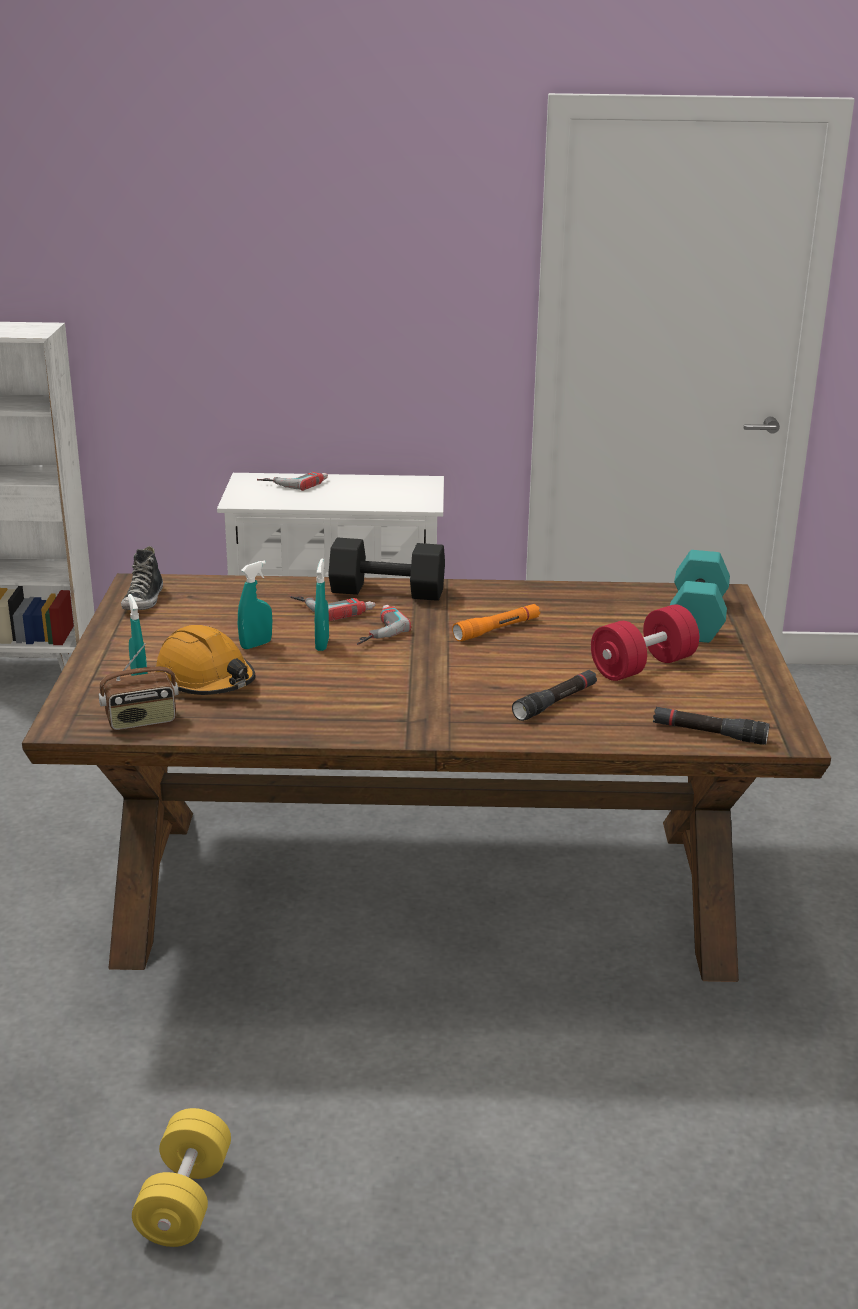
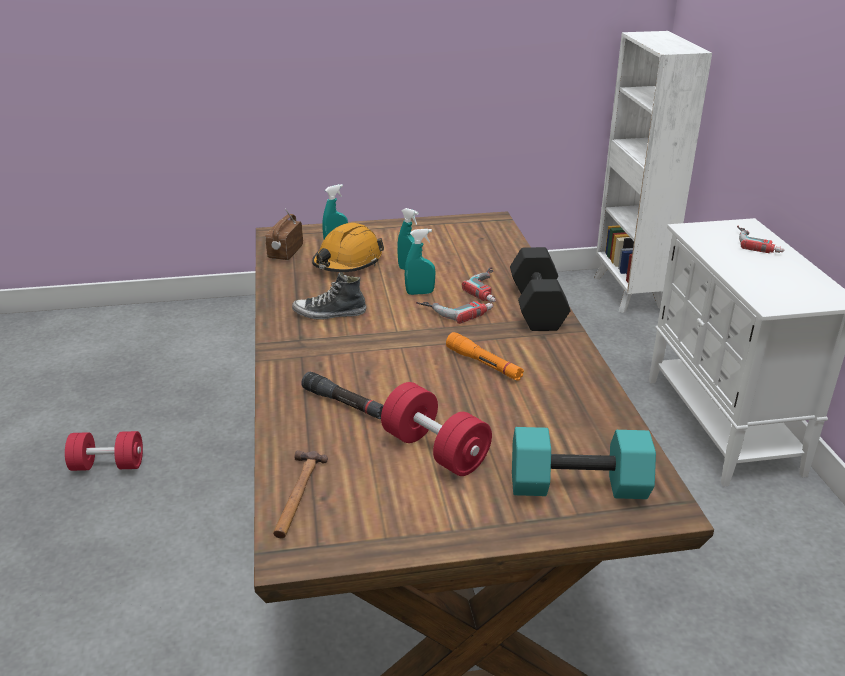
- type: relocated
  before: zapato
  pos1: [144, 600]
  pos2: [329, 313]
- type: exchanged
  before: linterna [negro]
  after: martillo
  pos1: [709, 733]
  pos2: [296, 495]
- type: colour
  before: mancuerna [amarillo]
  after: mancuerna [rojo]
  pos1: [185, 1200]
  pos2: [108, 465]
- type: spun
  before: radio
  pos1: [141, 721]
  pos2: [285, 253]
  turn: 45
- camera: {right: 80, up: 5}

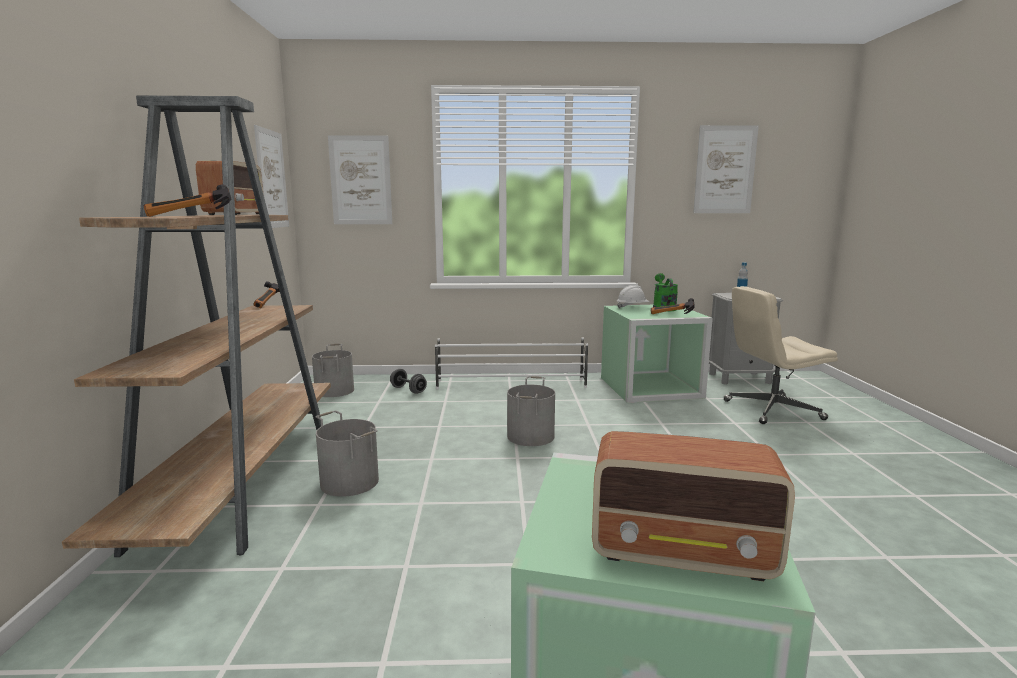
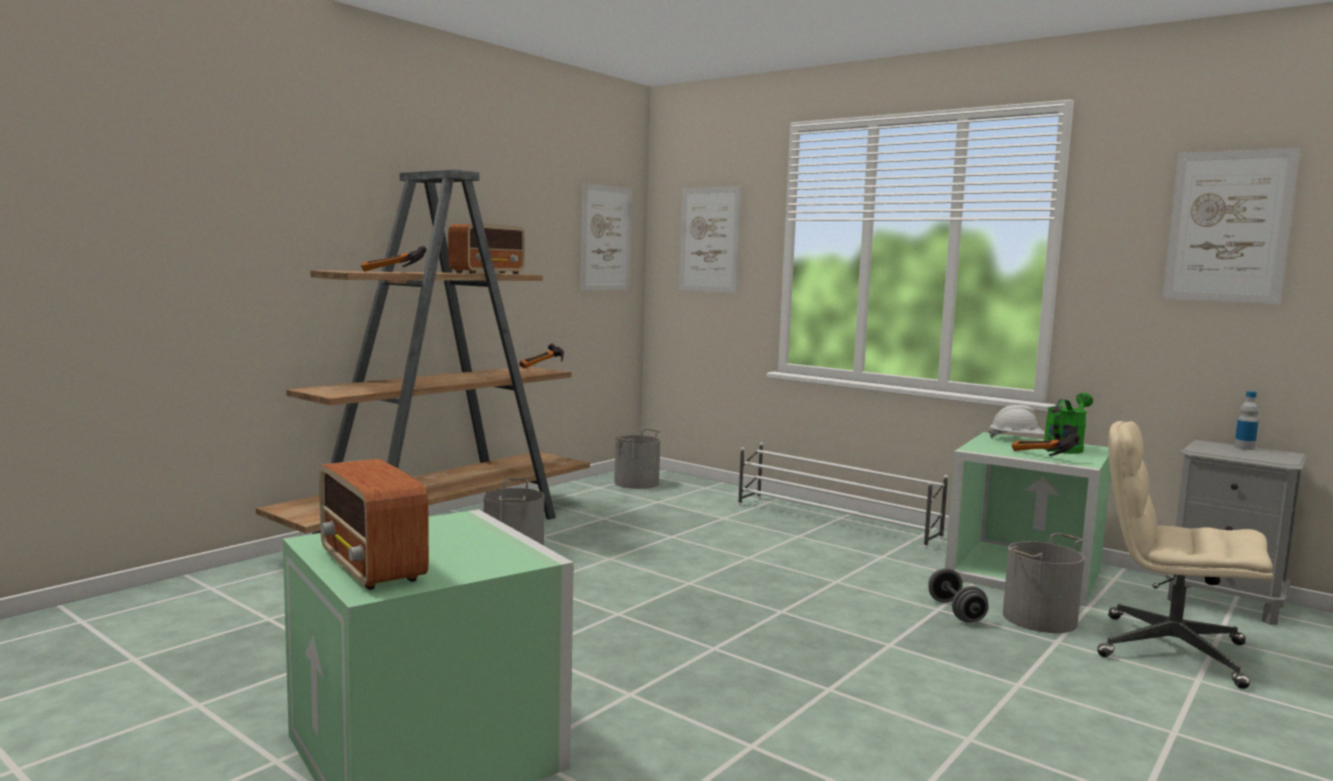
- type: relocated
  before: mancuerna [gris]
  pos1: [408, 390]
  pos2: [956, 611]
- type: relocated
  before: cubo [gris]
  pos1: [531, 436]
  pos2: [1040, 619]
- camera: {right: 40, up: -5}

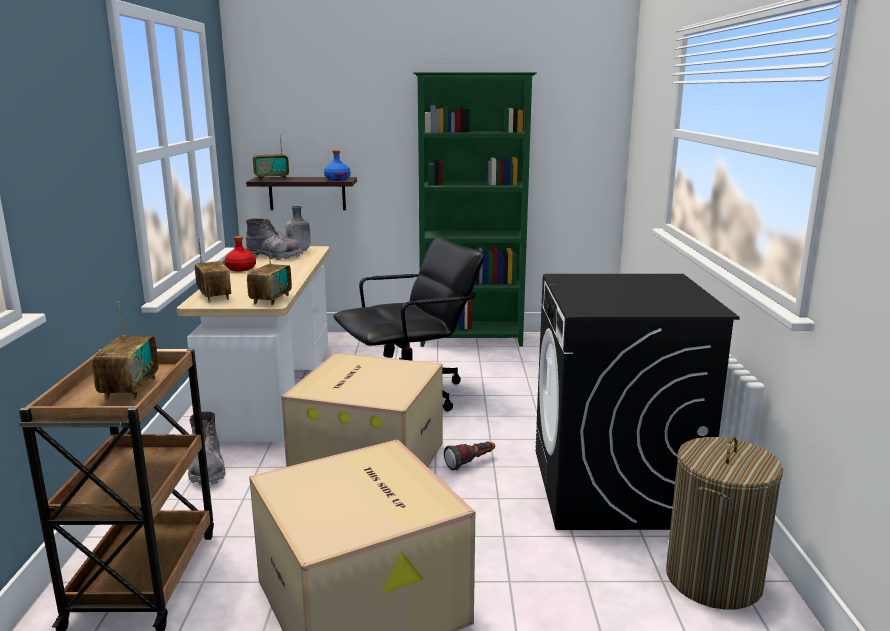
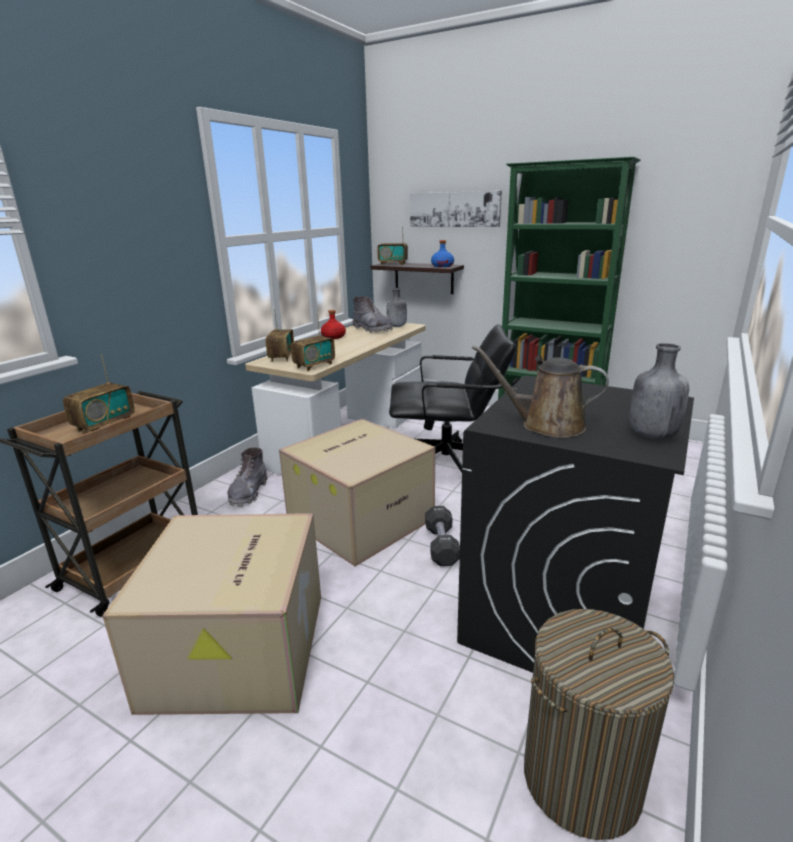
- type: appeared
  after: cuadro
  pos2: [454, 209]
- type: appeared
  after: regadera [marrón]
  pos2: [546, 425]
- type: appeared
  after: botella [gris]
  pos2: [651, 435]
- type: exchanged
  before: linterna
  after: mancuerna [negro]
  pos1: [471, 463]
  pos2: [441, 545]
- camera: {right: 30, up: 5}

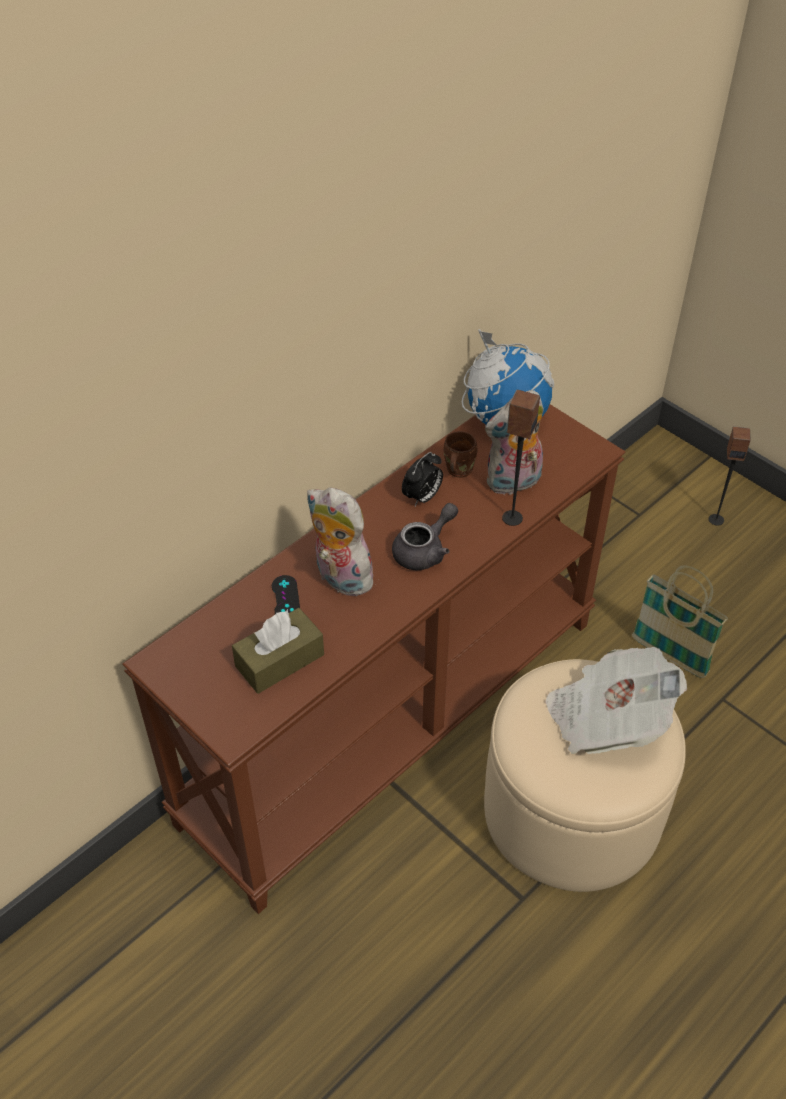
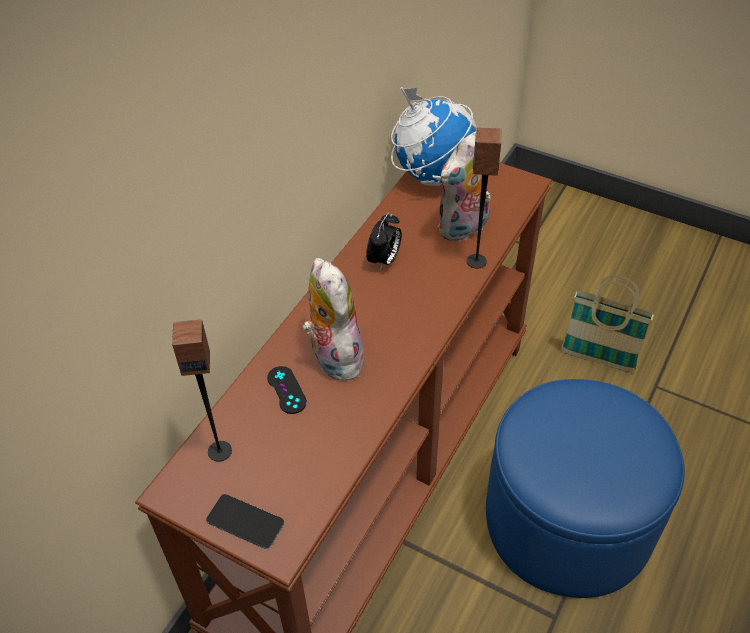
- type: missing
  before: caja de pañuelos [marrón]
  pos1: [279, 660]
- type: missing
  before: tetera [gris]
  pos1: [424, 551]
- type: missing
  before: taza grande [marrón]
  pos1: [457, 470]
- type: missing
  before: periódico
  pos1: [607, 718]
- type: appeared
  after: móvil
  pos2: [245, 521]
- type: relocated
  before: altavoz
  pos1: [716, 519]
  pos2: [220, 450]
- type: colour
  before: puf [beis]
  after: puf [azul]
  pos1: [572, 810]
  pos2: [568, 520]
- type: spun
  before: peluche
  pos1: [339, 577]
  pos2: [333, 356]
  turn: 45
- camera: {right: -15, up: 0}

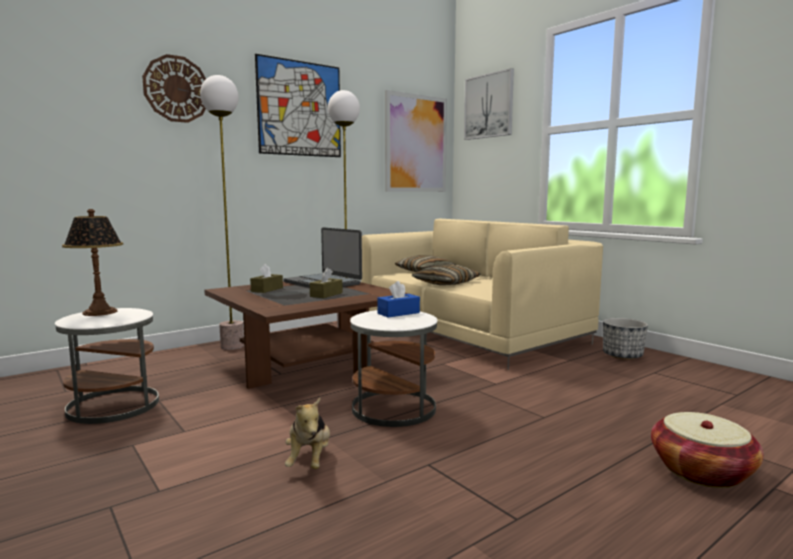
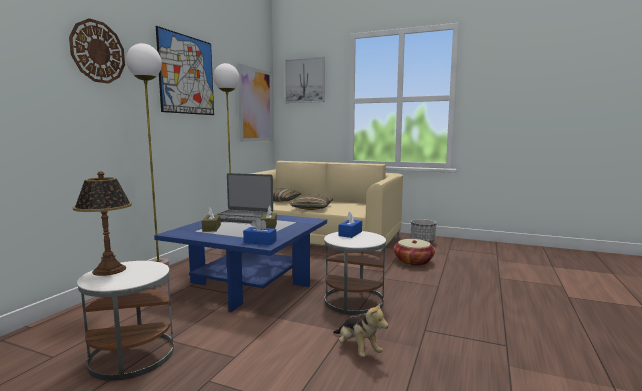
- type: appeared
  after: caja de pañuelos [azul]
  pos2: [260, 242]
- type: relocated
  before: cesta
  pos1: [701, 471]
  pos2: [413, 262]
- type: colour
  before: mesa de centro [marrón]
  after: mesa de centro [azul]
  pos1: [308, 365]
  pos2: [249, 284]
- camera: {right: -30, up: 0}

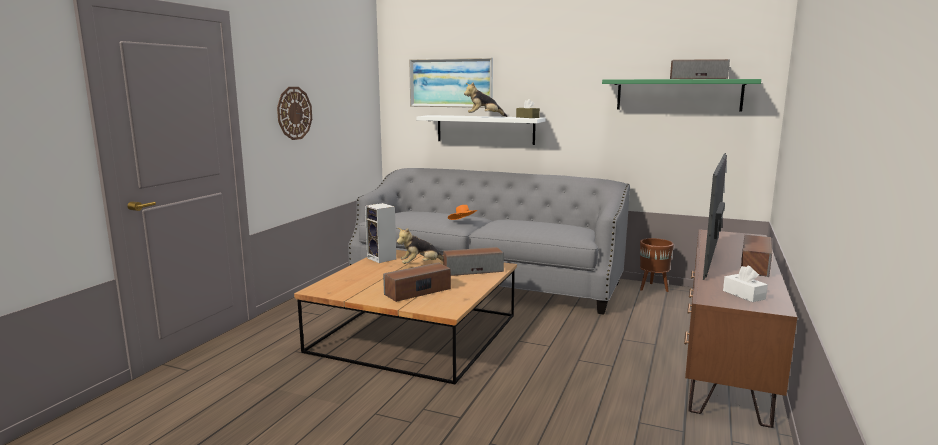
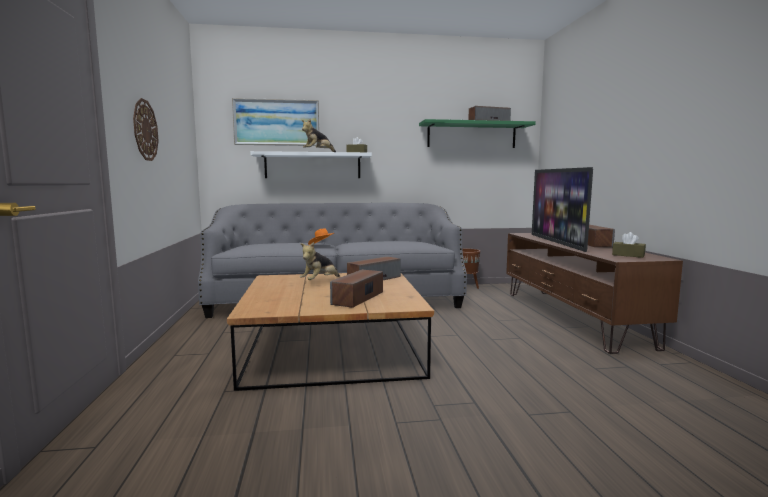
- type: missing
  before: altavoz
  pos1: [382, 258]
- type: colour
  before: caja de pañuelos [blanco]
  after: caja de pañuelos [marrón]
  pos1: [744, 295]
  pos2: [628, 255]
- camera: {right: -30, up: -5}

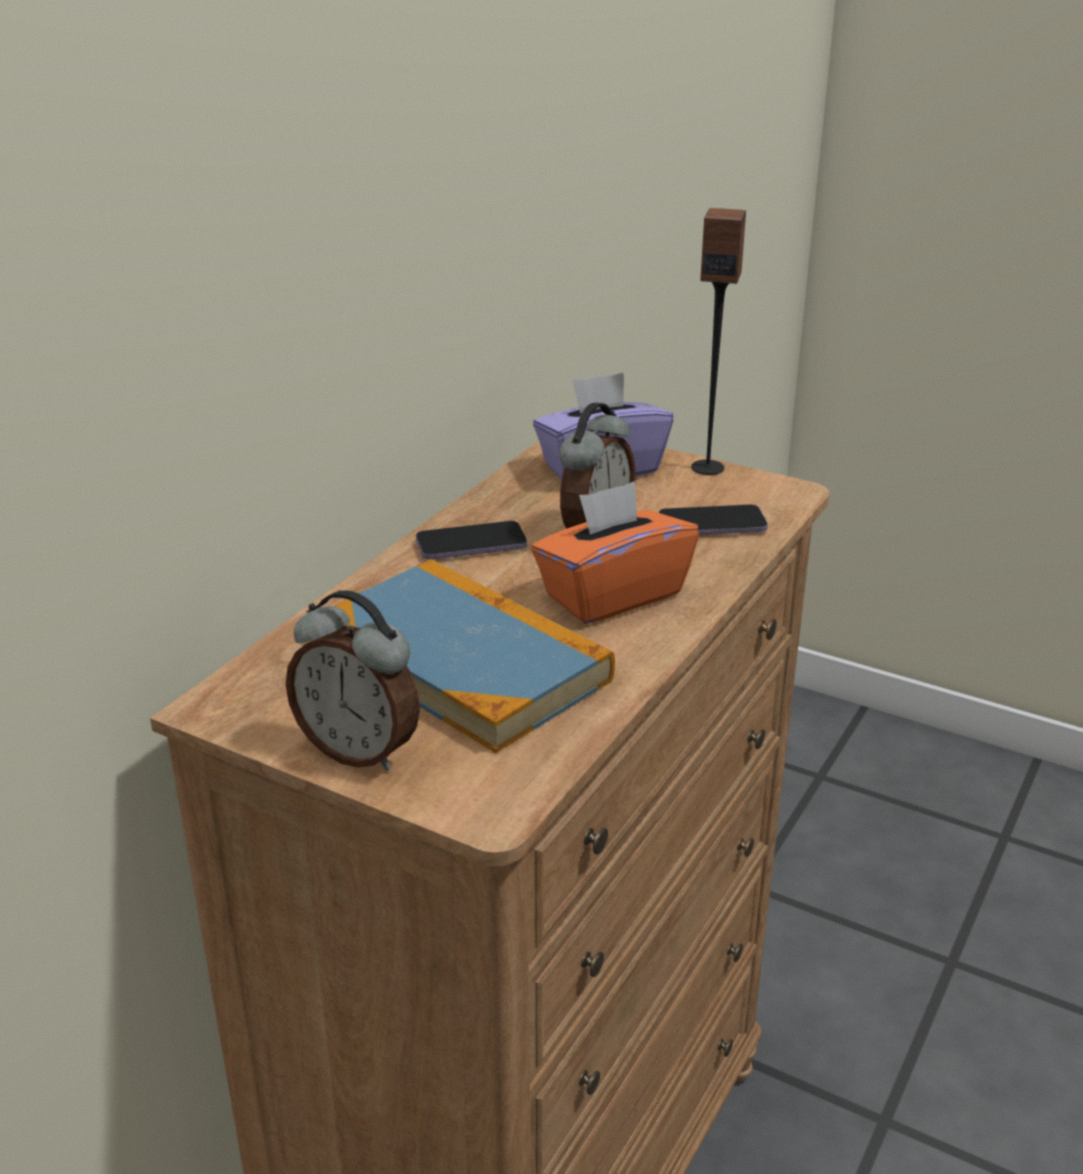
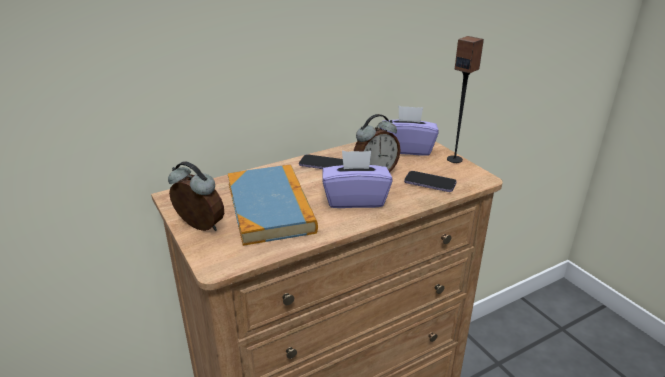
- type: colour
  before: caja de pañuelos [naranja]
  after: caja de pañuelos [morado]
  pos1: [612, 595]
  pos2: [355, 199]
- type: spun
  before: despertador
  pos1: [359, 750]
  pos2: [199, 228]
  turn: 150
- camera: {right: 30, up: 0}

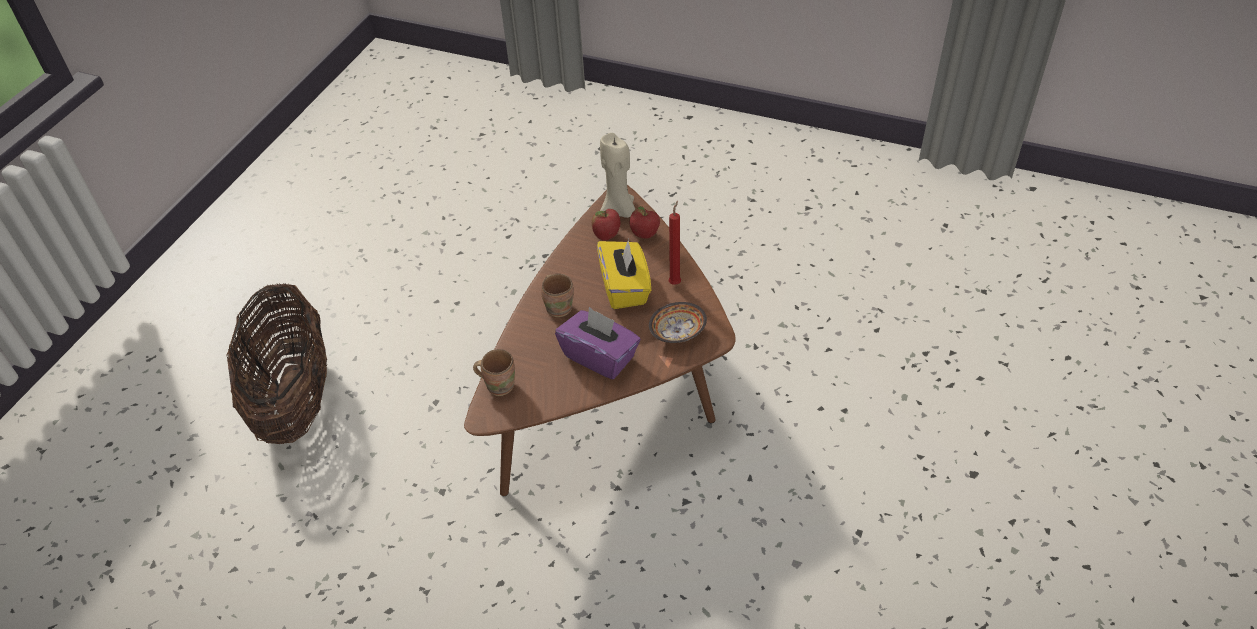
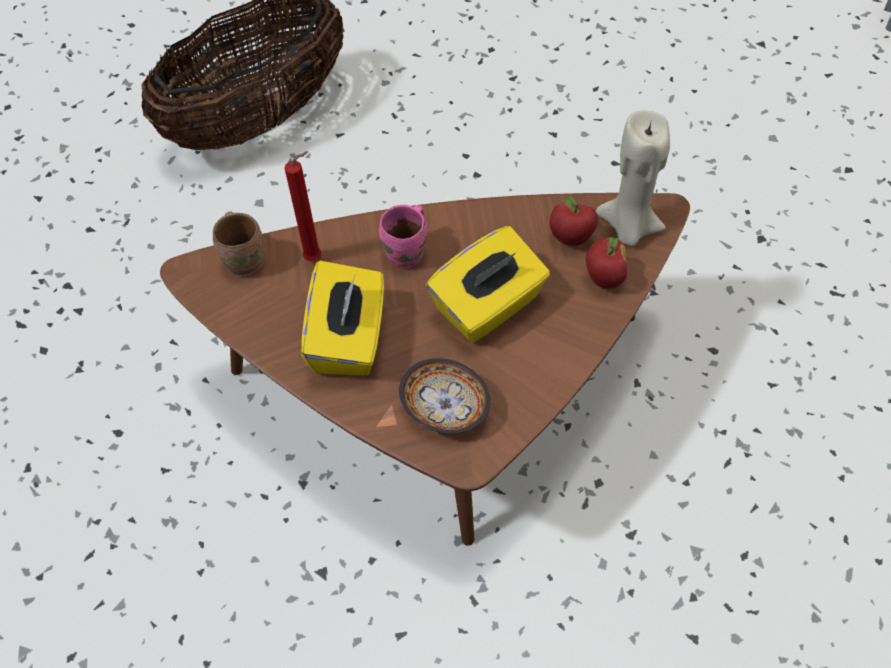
- type: relocated
  before: vela [rojo]
  pos1: [675, 282]
  pos2: [316, 258]
- type: colour
  before: taza grande [marrón]
  after: taza grande [rosa]
  pos1: [559, 307]
  pos2: [408, 253]
- type: colour
  before: caja de pañuelos [morado]
  after: caja de pañuelos [amarillo]
  pos1: [600, 357]
  pos2: [349, 339]
- camera: {right: 60, up: 10}

